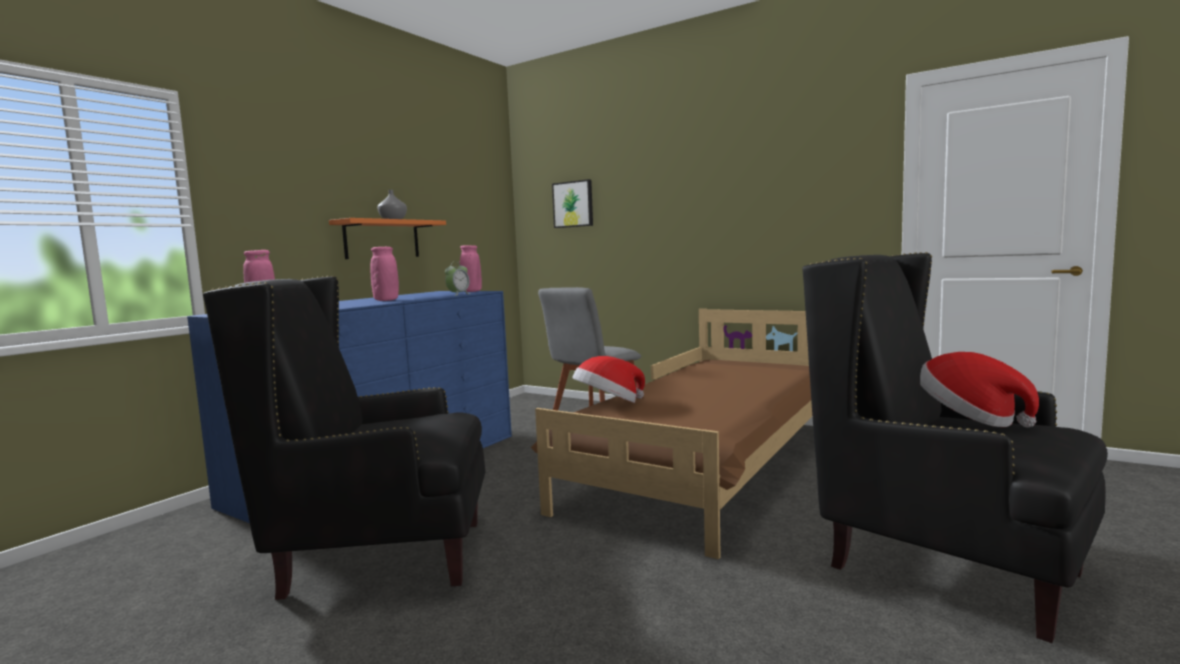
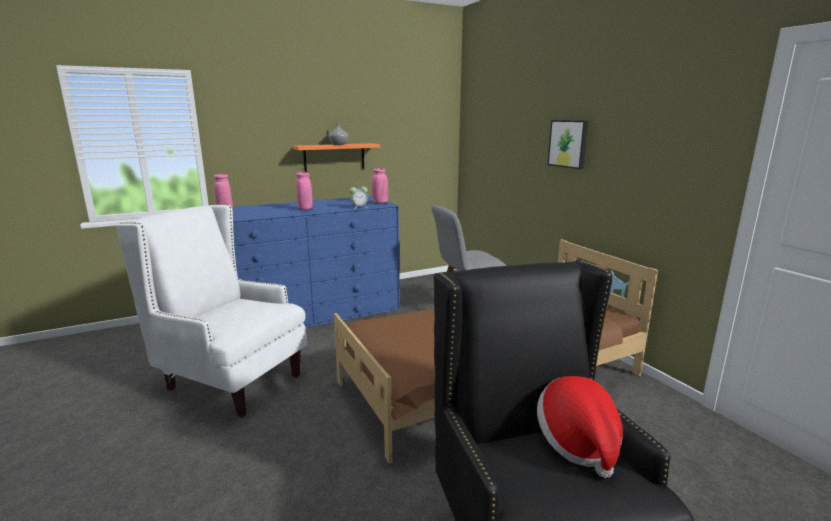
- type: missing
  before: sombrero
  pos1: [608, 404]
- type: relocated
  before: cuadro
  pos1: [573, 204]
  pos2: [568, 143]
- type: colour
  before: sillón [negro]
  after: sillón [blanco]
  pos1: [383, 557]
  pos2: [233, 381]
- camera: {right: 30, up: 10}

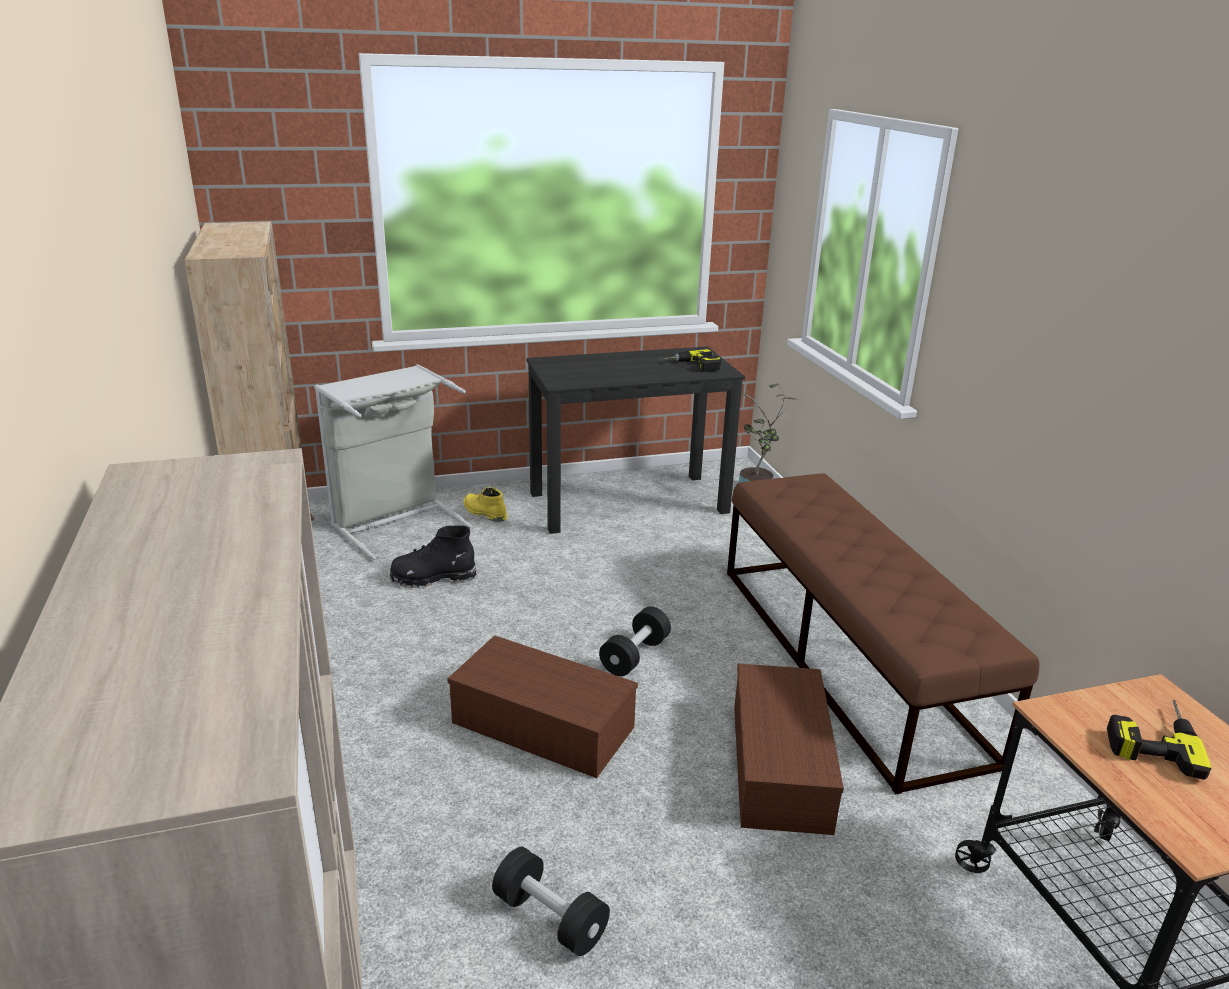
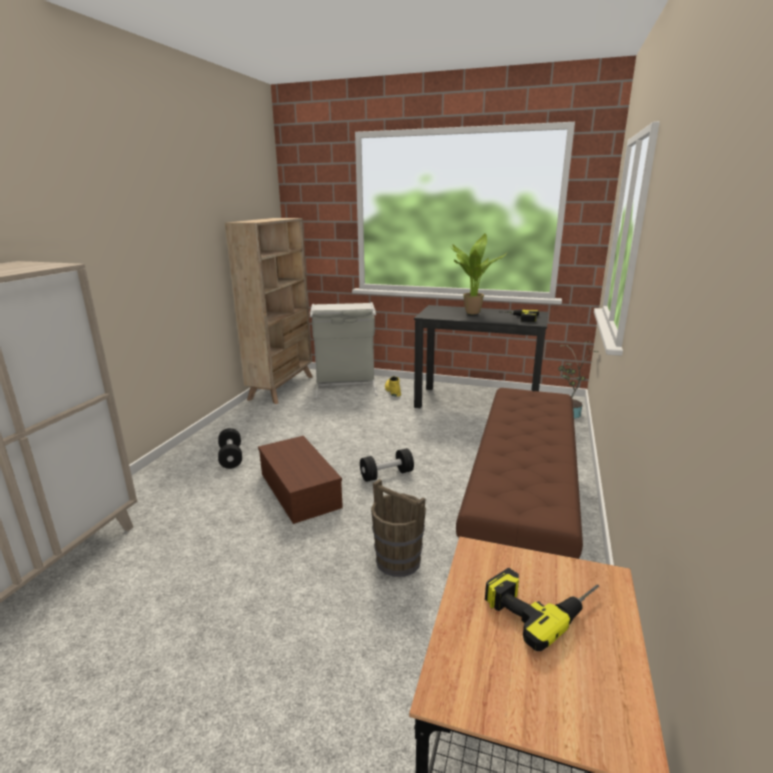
- type: missing
  before: bota [negro]
  pos1: [433, 577]
- type: appeared
  after: planta en maceta
  pos2: [470, 312]
- type: relocated
  before: mancuerna [negro]
  pos1: [550, 918]
  pos2: [231, 457]
- type: exchanged
  before: caja de almacenaje [marrón]
  after: cubo [marrón]
  pos1: [782, 768]
  pos2: [398, 561]
- camera: {right: 35, up: -5}

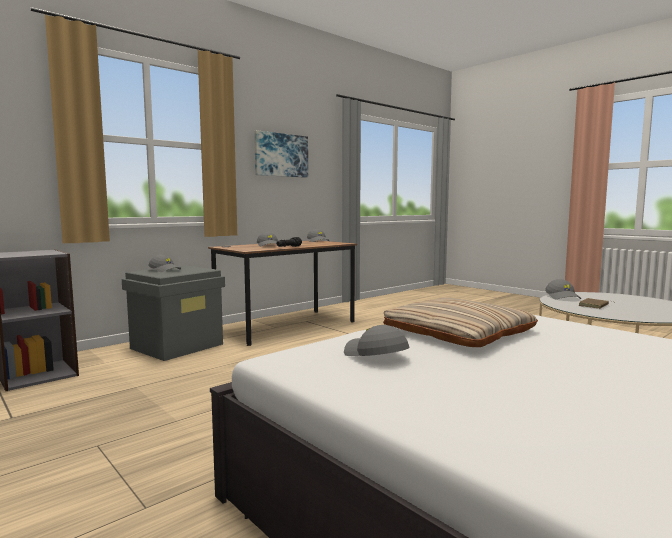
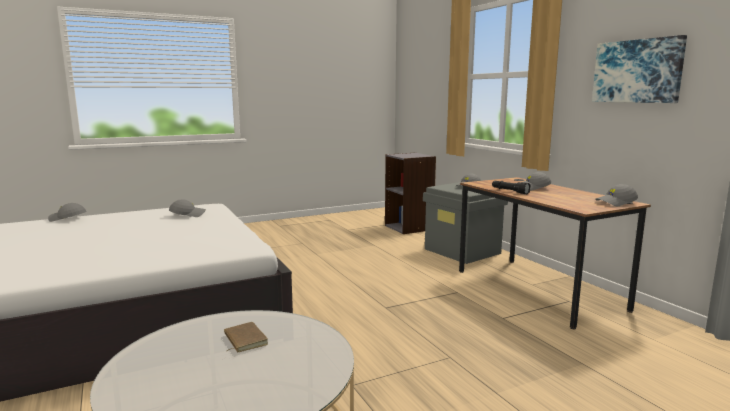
- type: missing
  before: cojín [beis]
  pos1: [458, 331]
- type: relocated
  before: gorra [gris]
  pos1: [563, 297]
  pos2: [67, 219]
- camera: {right: 105, up: 5}

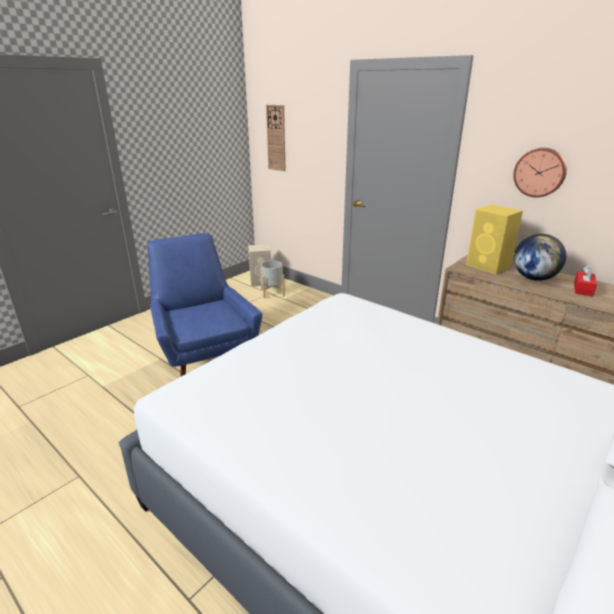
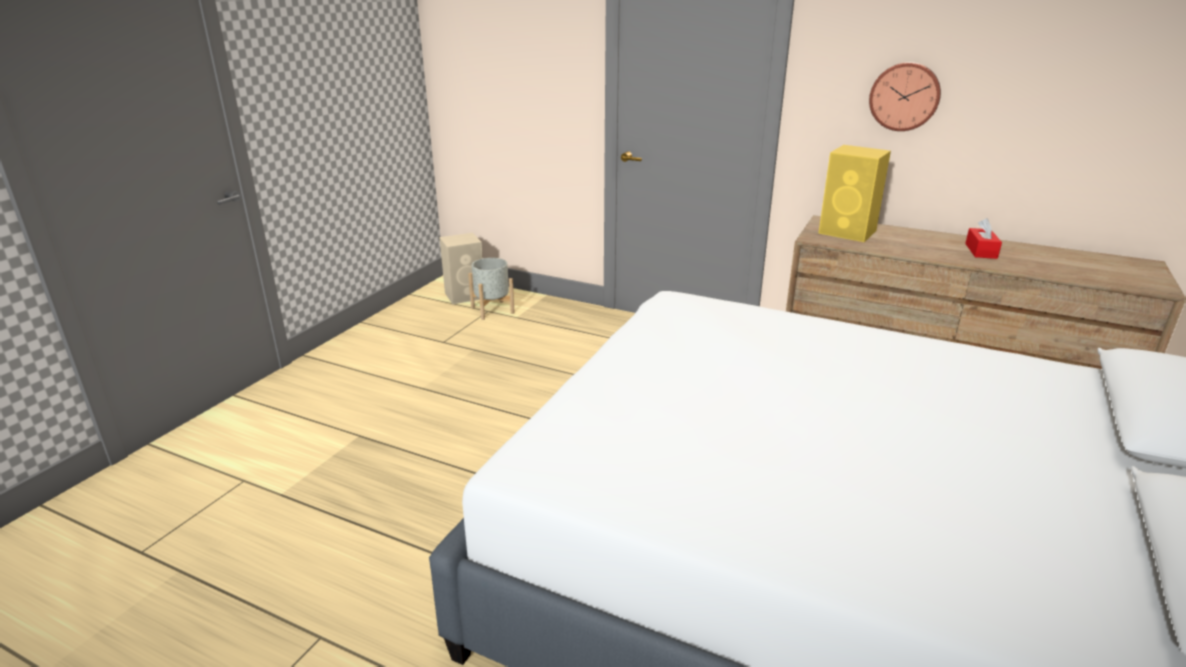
- type: missing
  before: sillón [azul]
  pos1: [204, 355]
- type: missing
  before: reloj de pared
  pos1: [276, 138]
- type: missing
  before: globo terráqueo
  pos1: [534, 278]
- camera: {right: -15, up: 0}

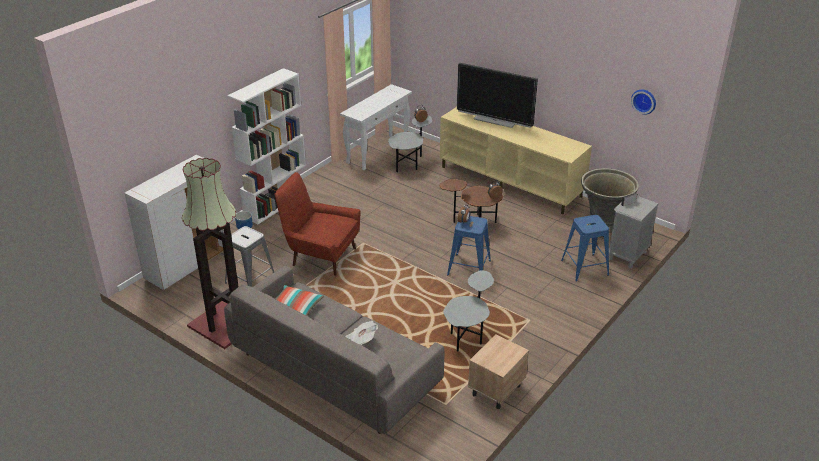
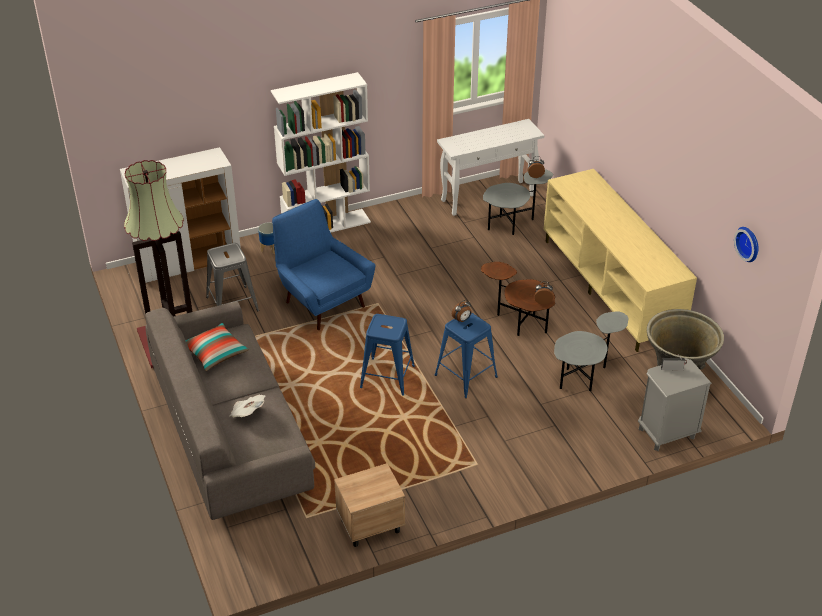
- type: missing
  before: televisor
  pos1: [495, 120]
- type: relocated
  before: mesa auxiliar [gris]
  pos1: [468, 334]
  pos2: [585, 376]
- type: relocated
  before: taburete [azul]
  pos1: [585, 267]
  pos2: [387, 377]
- type: colour
  before: sillón [rojo]
  after: sillón [azul]
  pos1: [320, 256]
  pos2: [322, 302]
- camera: {right: 30, up: 5}

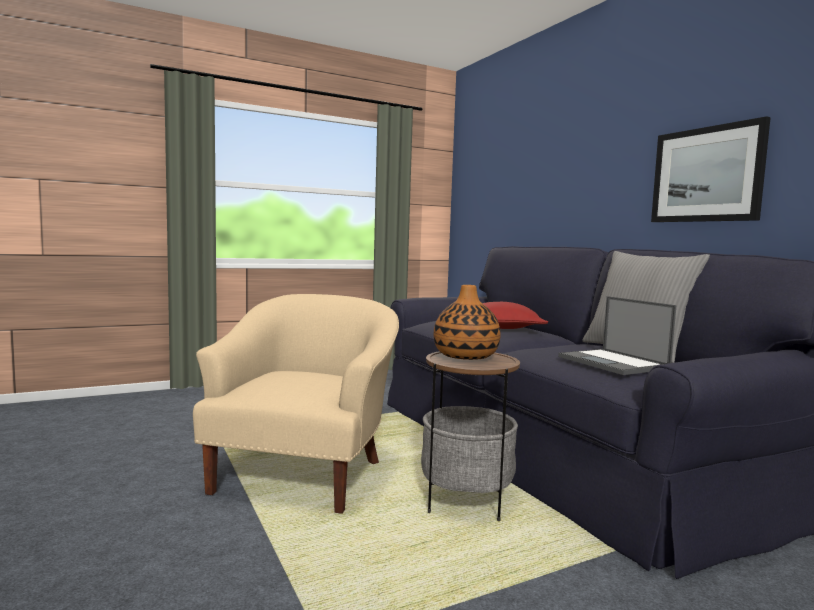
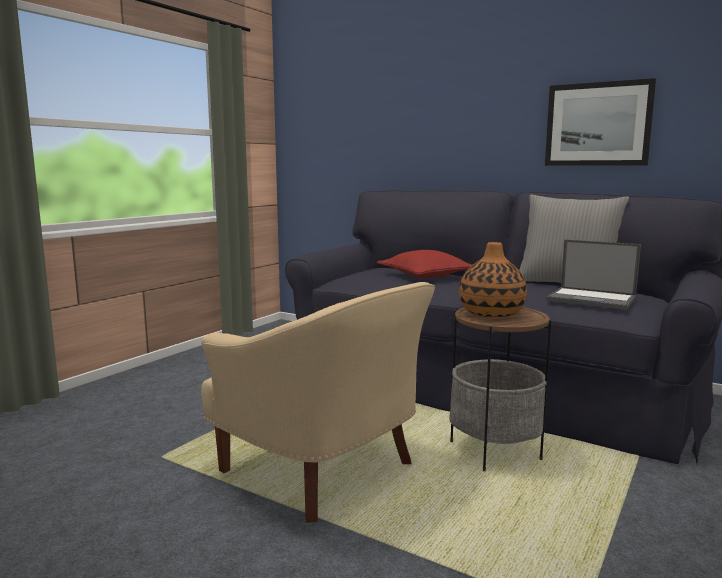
- type: spun
  before: sillón [beis]
  pos1: [304, 474]
  pos2: [323, 471]
  turn: 150
- camera: {right: -30, up: 5}

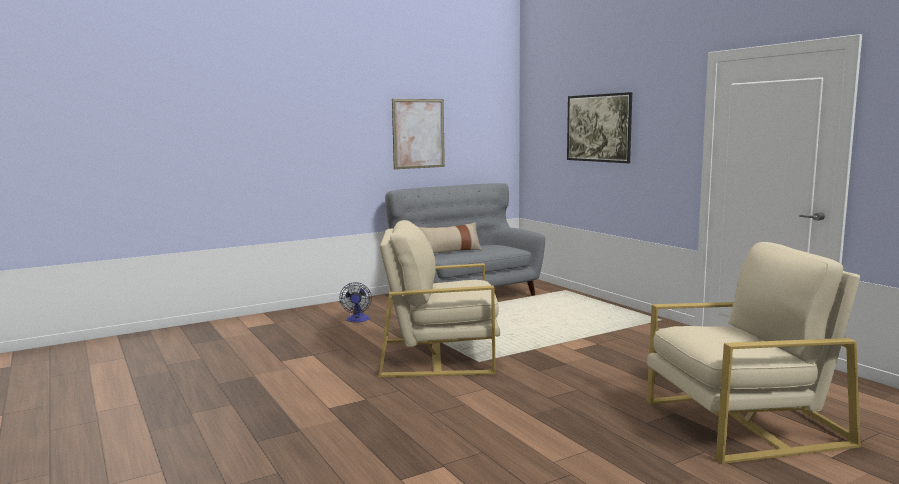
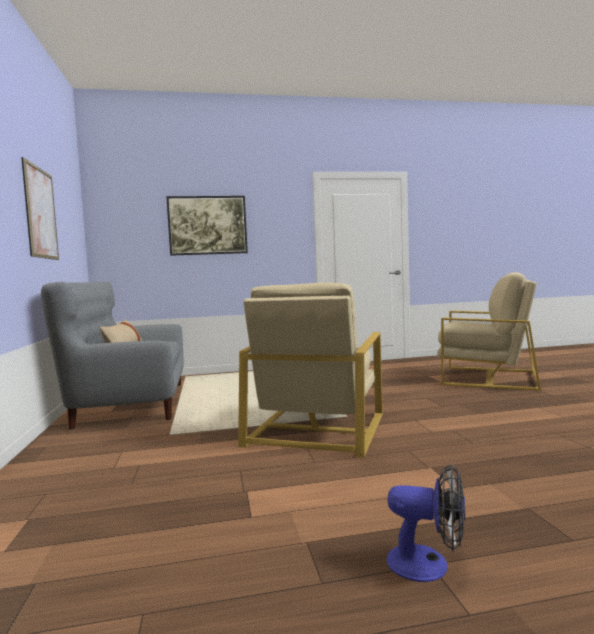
- type: relocated
  before: ventilador
  pos1: [357, 320]
  pos2: [428, 564]
- type: spun
  before: sillón [beis]
  pos1: [742, 422]
  pos2: [488, 377]
  turn: 105
- camera: {right: -70, up: -5}

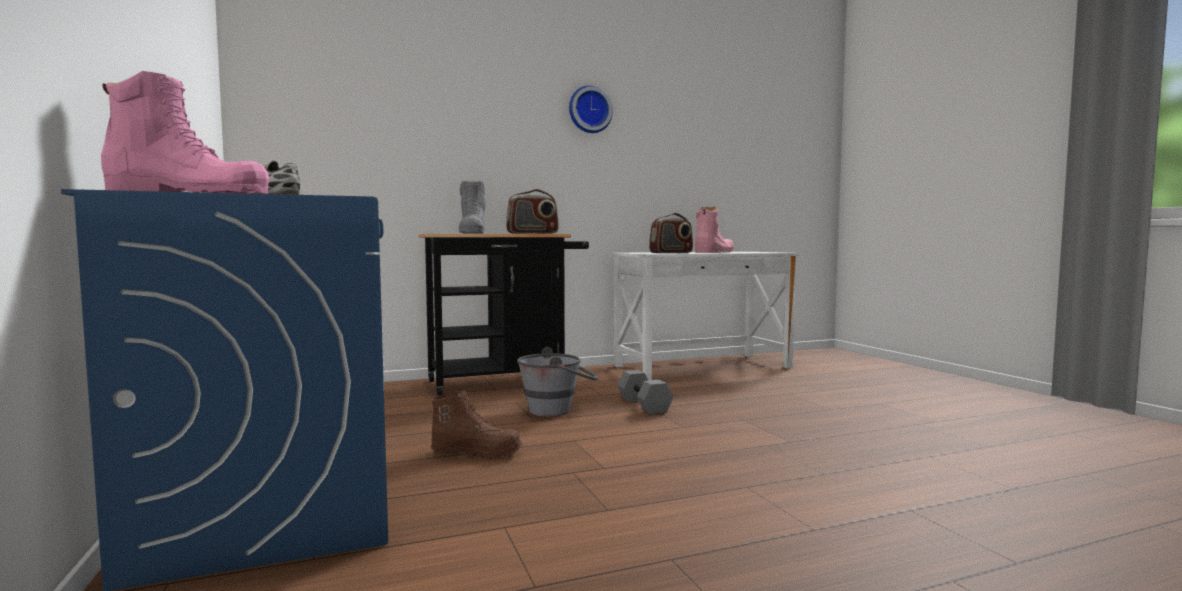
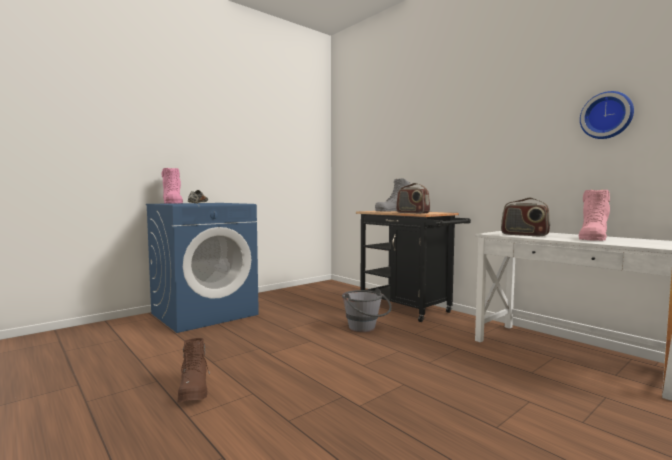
- type: missing
  before: mancuerna [gris]
  pos1: [645, 405]
- type: relocated
  before: bota [marrón]
  pos1: [477, 453]
  pos2: [194, 390]
- type: relocated
  before: reloj de pared
  pos1: [589, 110]
  pos2: [607, 115]
- type: spun
  before: bota [rosa]
  pos1: [714, 252]
  pos2: [593, 238]
  turn: 105
- camera: {right: 70, up: 0}

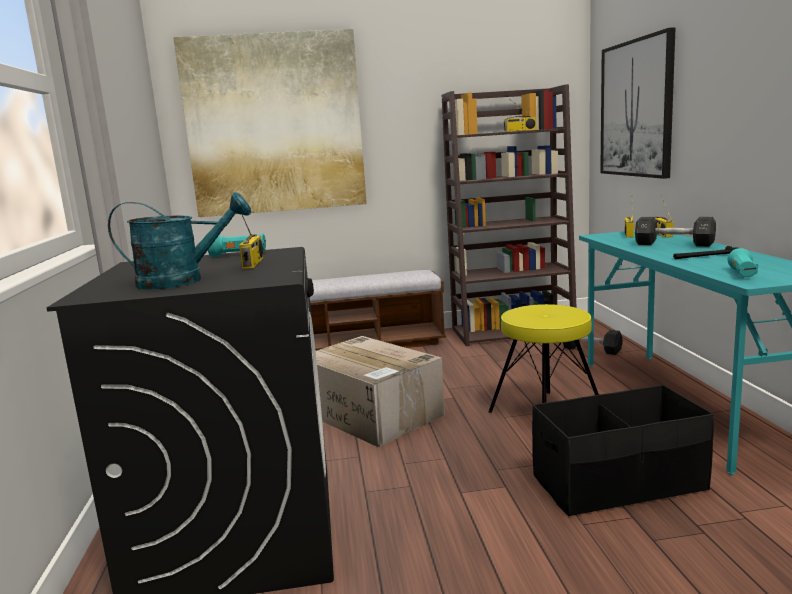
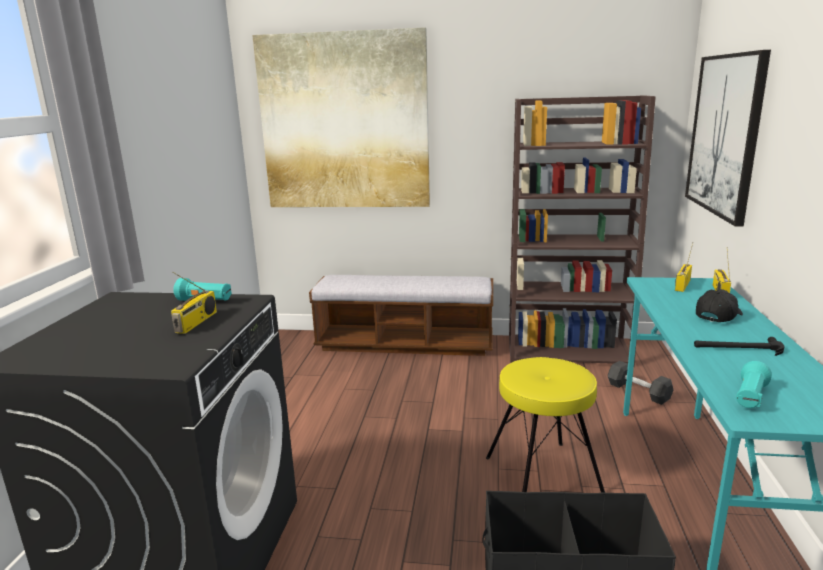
- type: missing
  before: regadera [turquesa]
  pos1: [183, 281]
- type: missing
  before: caja de cartón
  pos1: [373, 414]
- type: missing
  before: radio
  pos1: [520, 130]
- type: exchanged
  before: mancuerna [negro]
  after: gorra [negro]
  pos1: [674, 244]
  pos2: [718, 315]
- camera: {right: 15, up: 5}

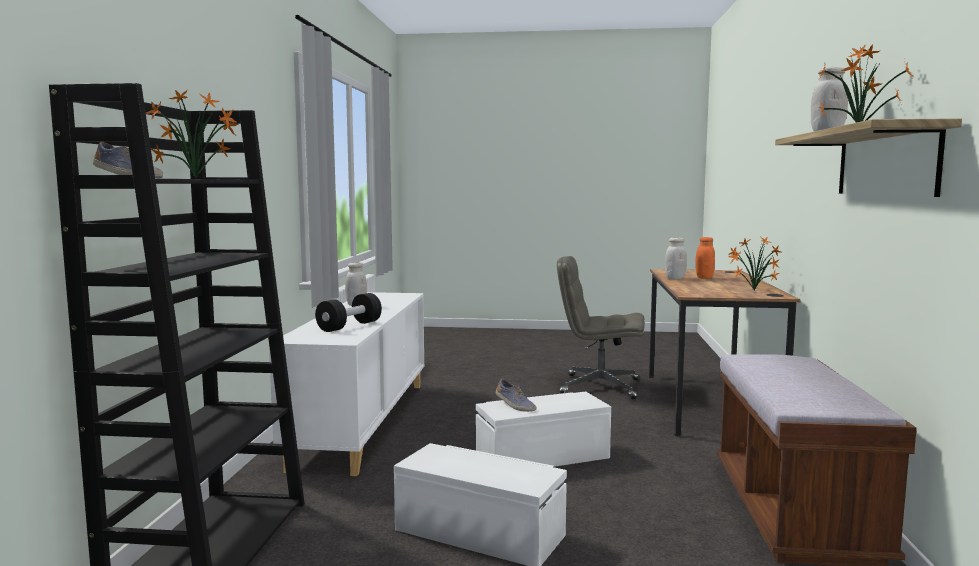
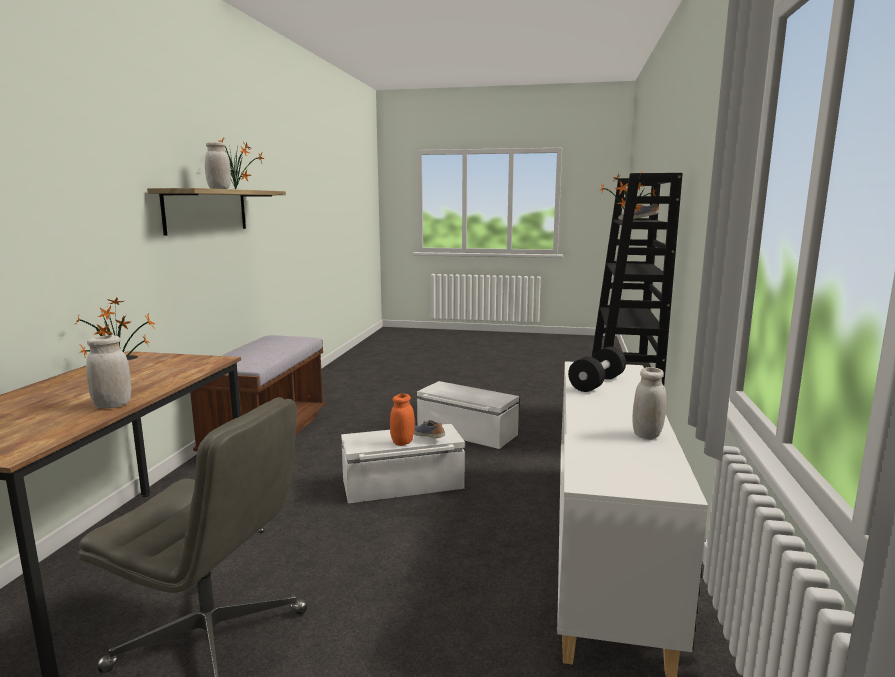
- type: relocated
  before: tarro [naranja]
  pos1: [704, 277]
  pos2: [402, 442]
- camera: {right: -175, up: 5}

